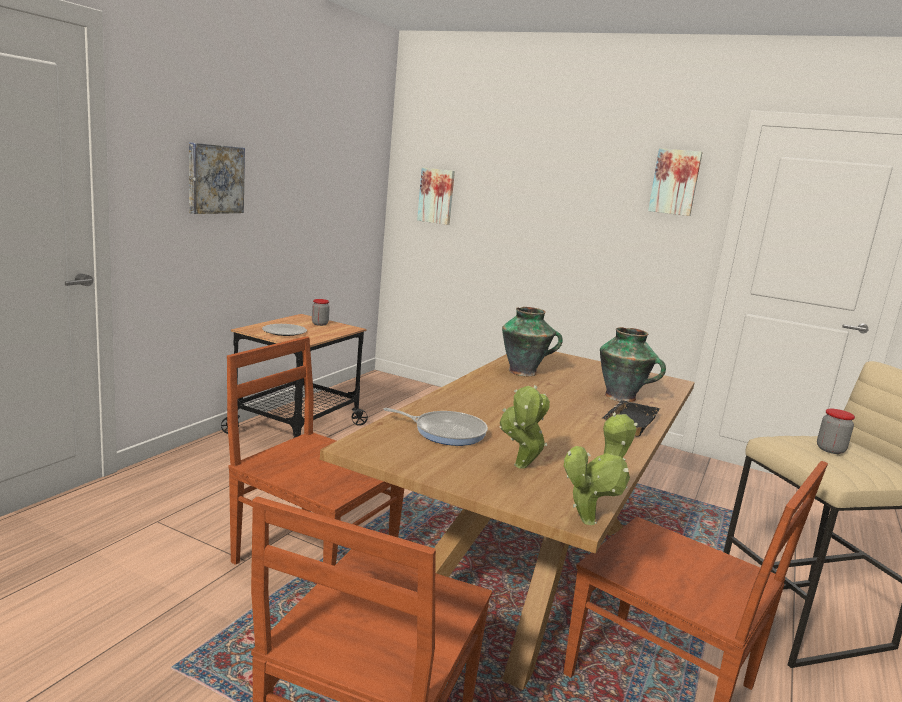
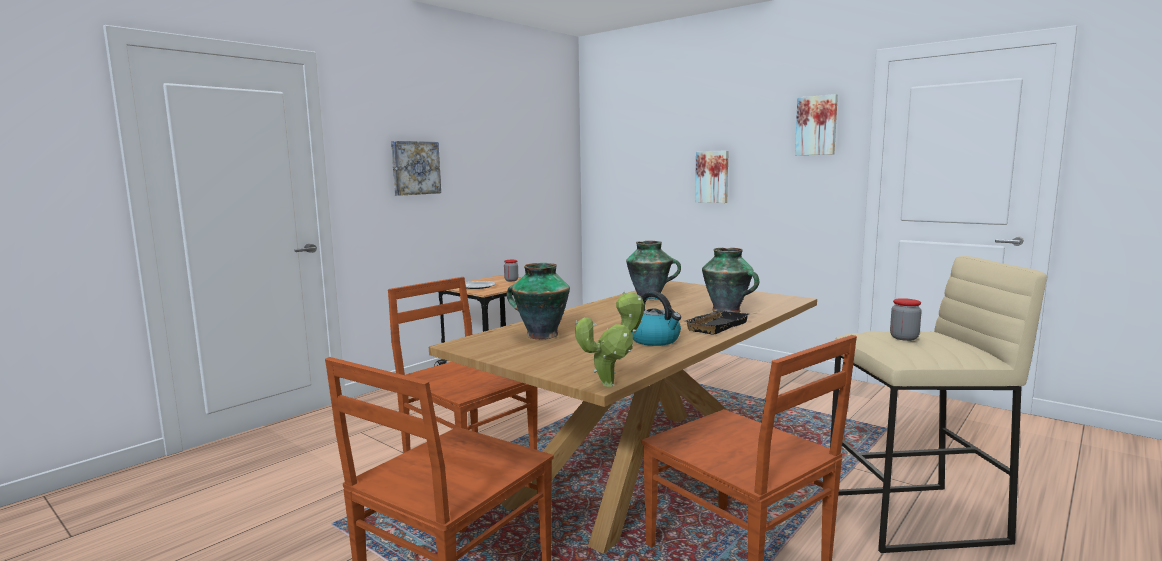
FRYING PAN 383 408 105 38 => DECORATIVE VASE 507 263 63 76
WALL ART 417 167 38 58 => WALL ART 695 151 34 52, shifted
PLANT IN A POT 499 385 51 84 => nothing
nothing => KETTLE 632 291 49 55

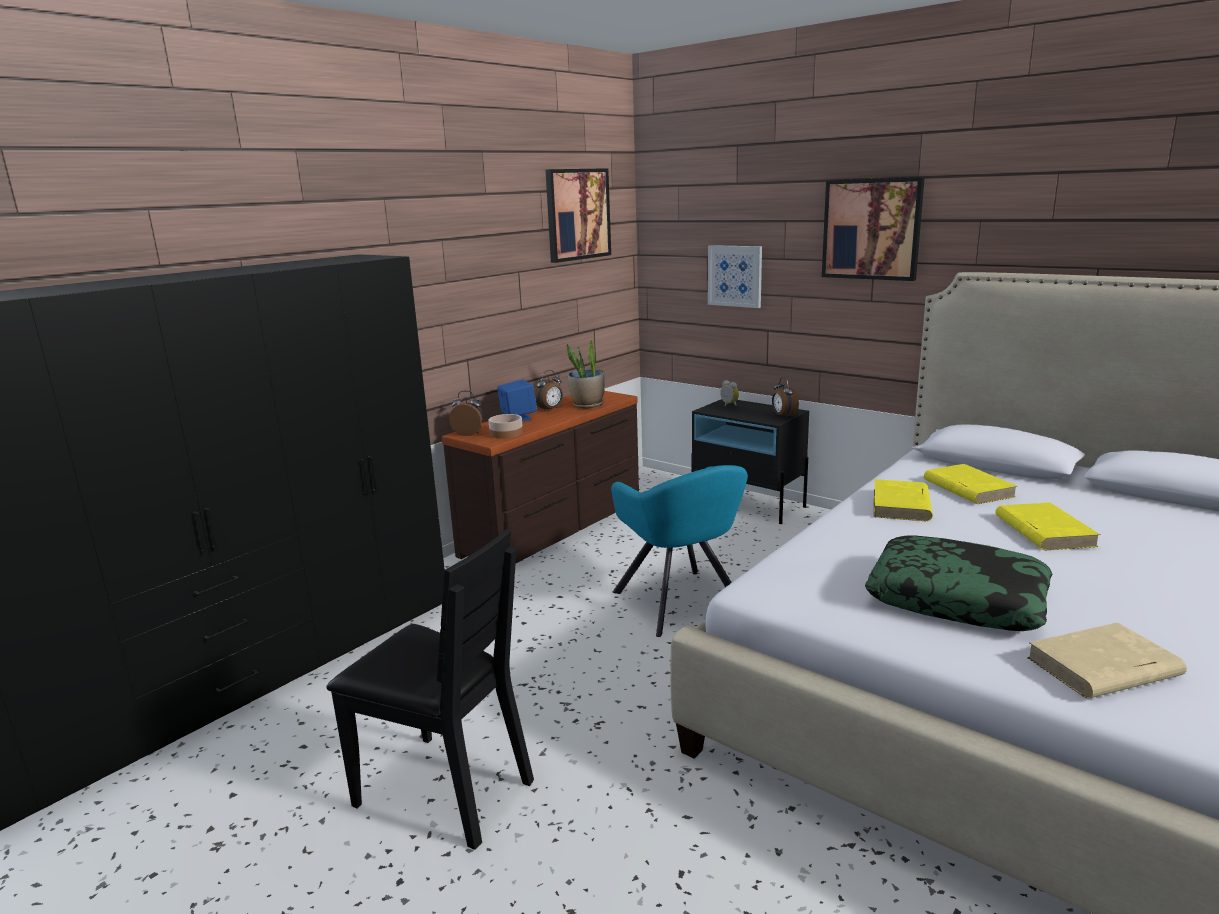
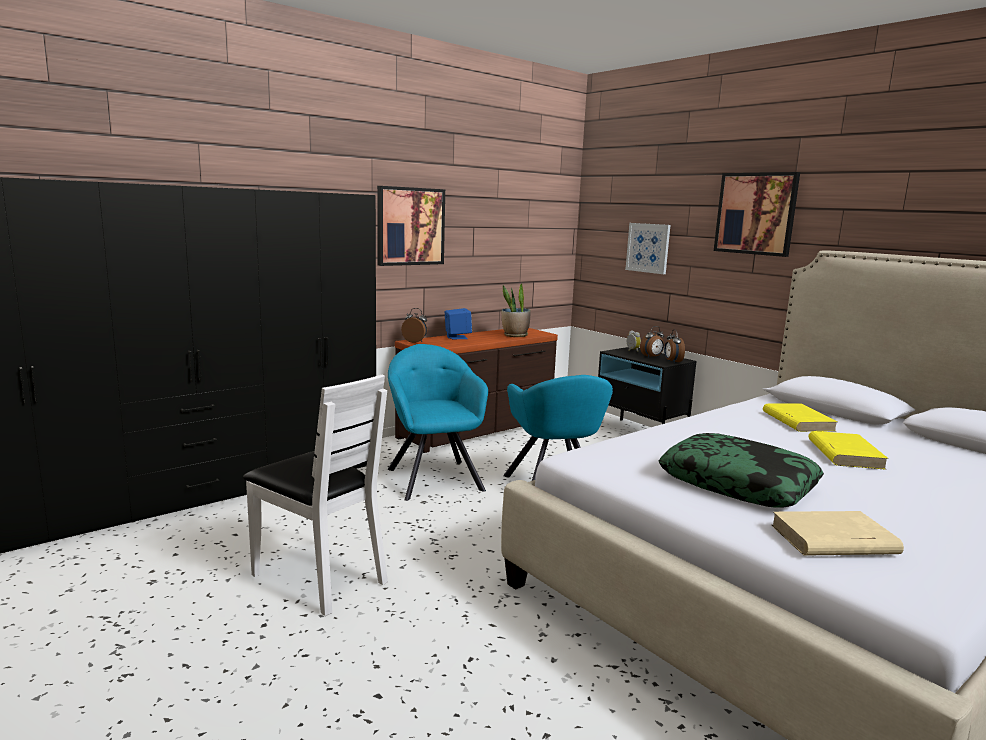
BLACKISH CHAIR 326 529 208 321 => WHITE-COLOURED CHAIR 243 374 145 242
SERVING BOWL 488 414 35 25 => nothing
BEDSIDE CLOCK 534 370 29 42 => BEDSIDE CLOCK 640 326 24 31, shifted
WALL ART 545 168 66 95 => WALL ART 377 186 68 80, shifted
YELLOWISH BOUND BOOK 874 479 59 42 => nothing
nothing => BLUE-GREEN ARMCHAIR 388 344 100 157

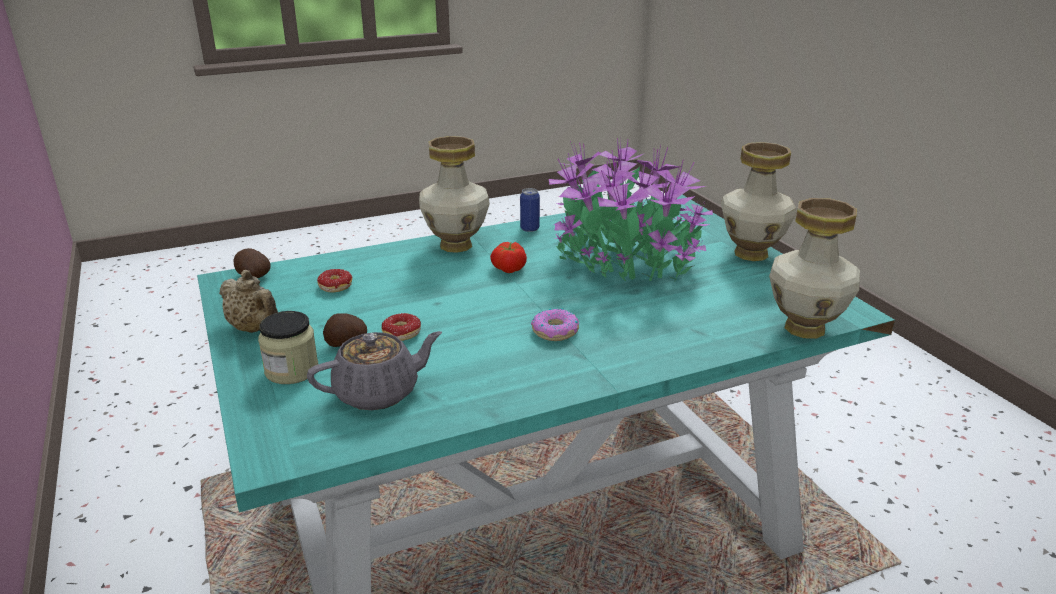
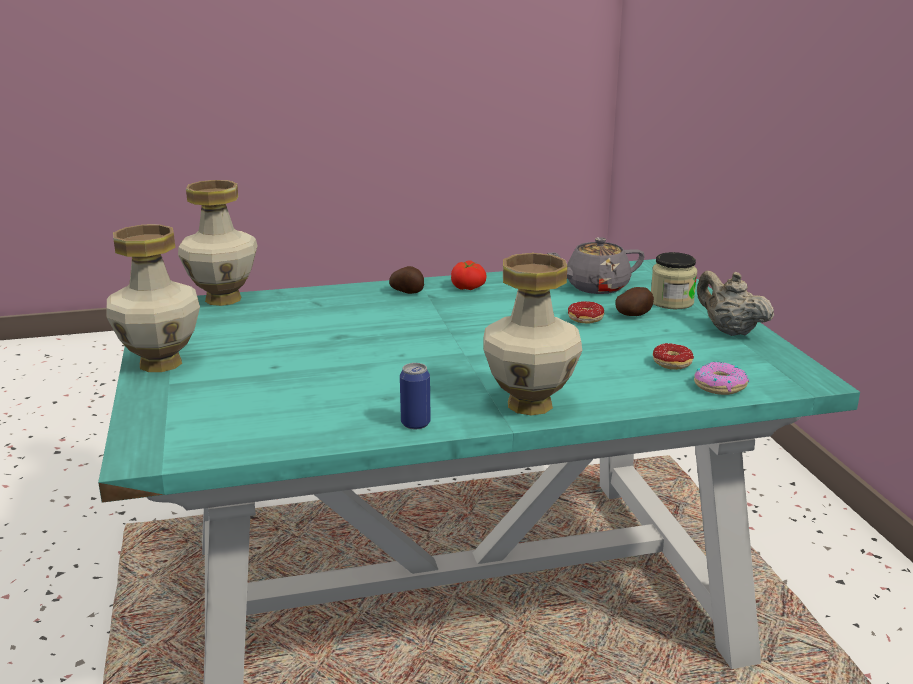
POTATO 233 248 38 30 => POTATO 389 266 35 28, shifted
WHOLE TOMATO 490 242 37 31 => WHOLE TOMATO 451 260 36 30, shifted
RING DOUGHNUT 531 308 48 33 => RING DOUGHNUT 694 362 55 33, shifted
PLANT IN A POT 549 138 164 143 => nothing

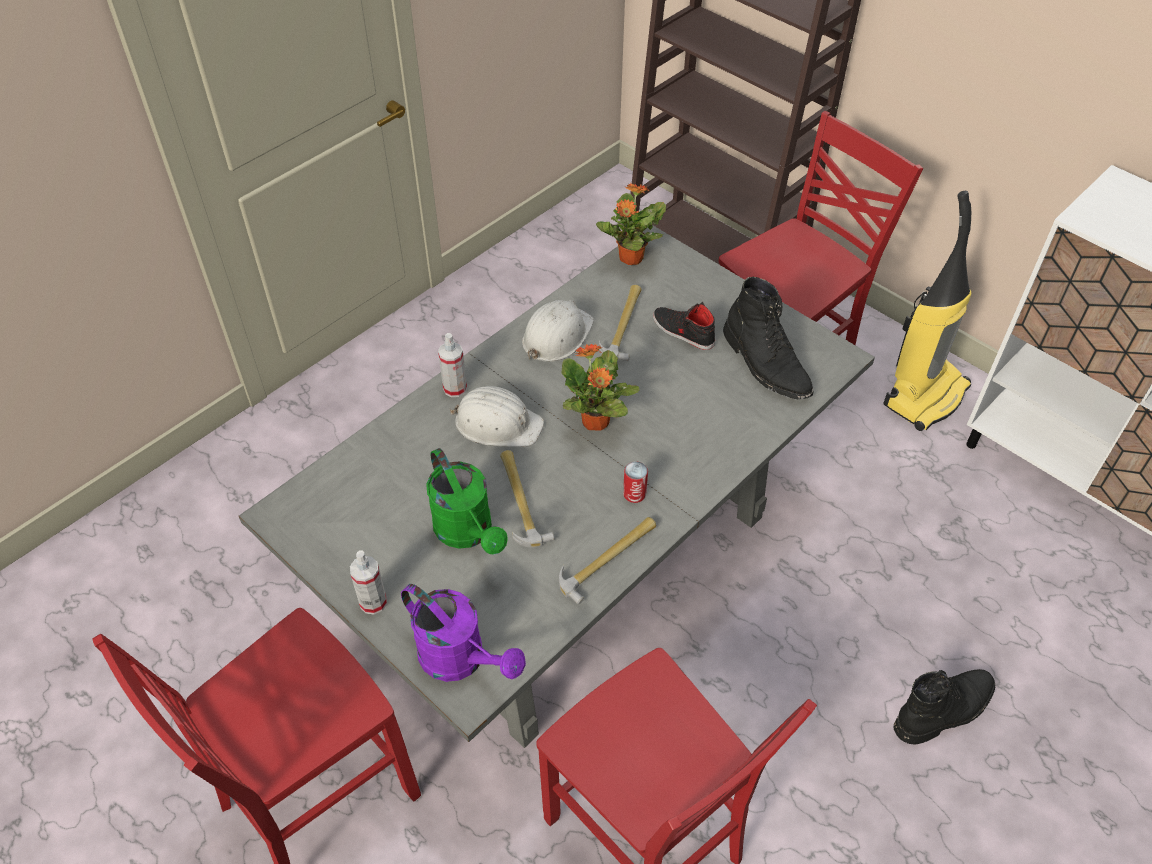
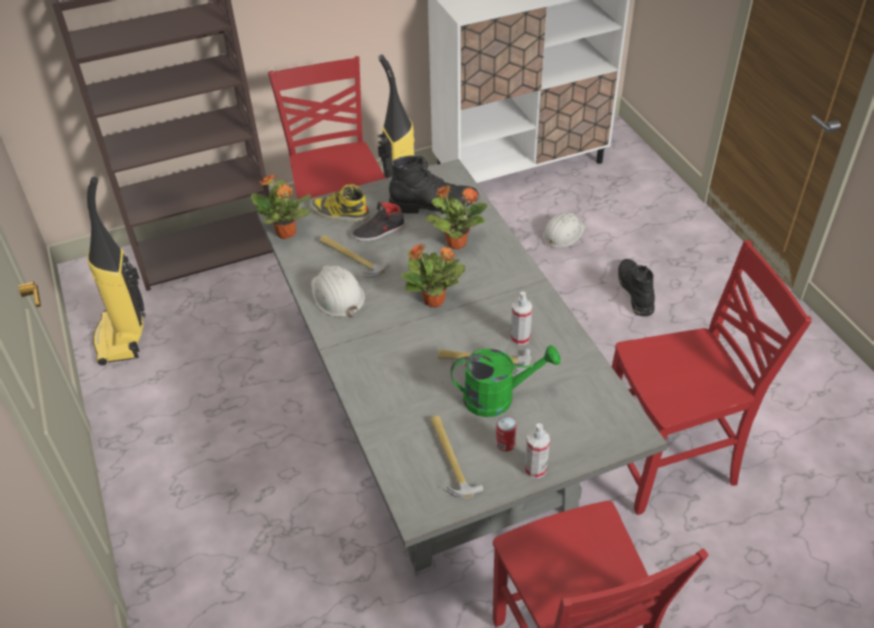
PURPLISH SPRINKLING CAN 401 584 125 98 => nothing
SPRAYER 438 333 29 64 => SPRAYER 511 291 22 54, shifted
WHITE-COLOURED HARD HAT 449 386 95 61 => WHITE-COLOURED HARD HAT 542 212 44 36, shifted
HAMMER 559 517 97 87 => HAMMER 430 416 53 83, shifted
SEALED CAN 623 461 25 42 => SEALED CAN 496 416 21 36, shifted
nothing => VACUUM CLEANER 87 177 59 188
nothing => BOOT 310 184 60 38
nothing => PLANT IN A POT 425 185 62 65

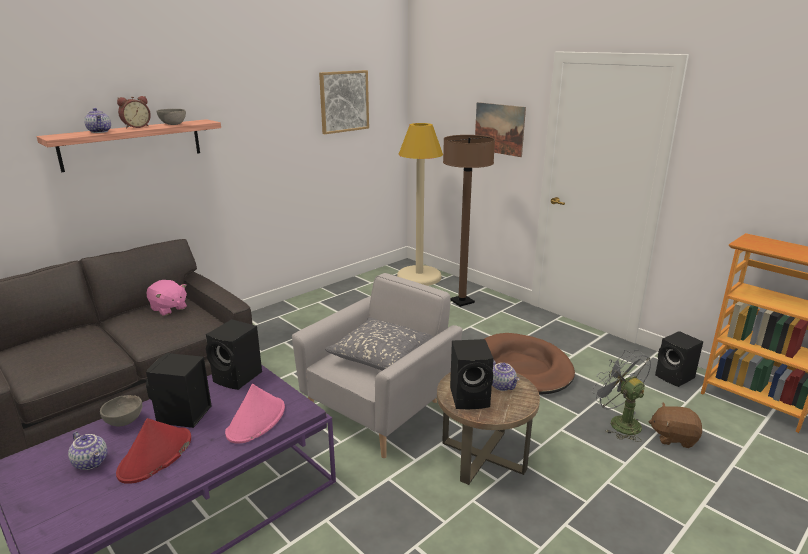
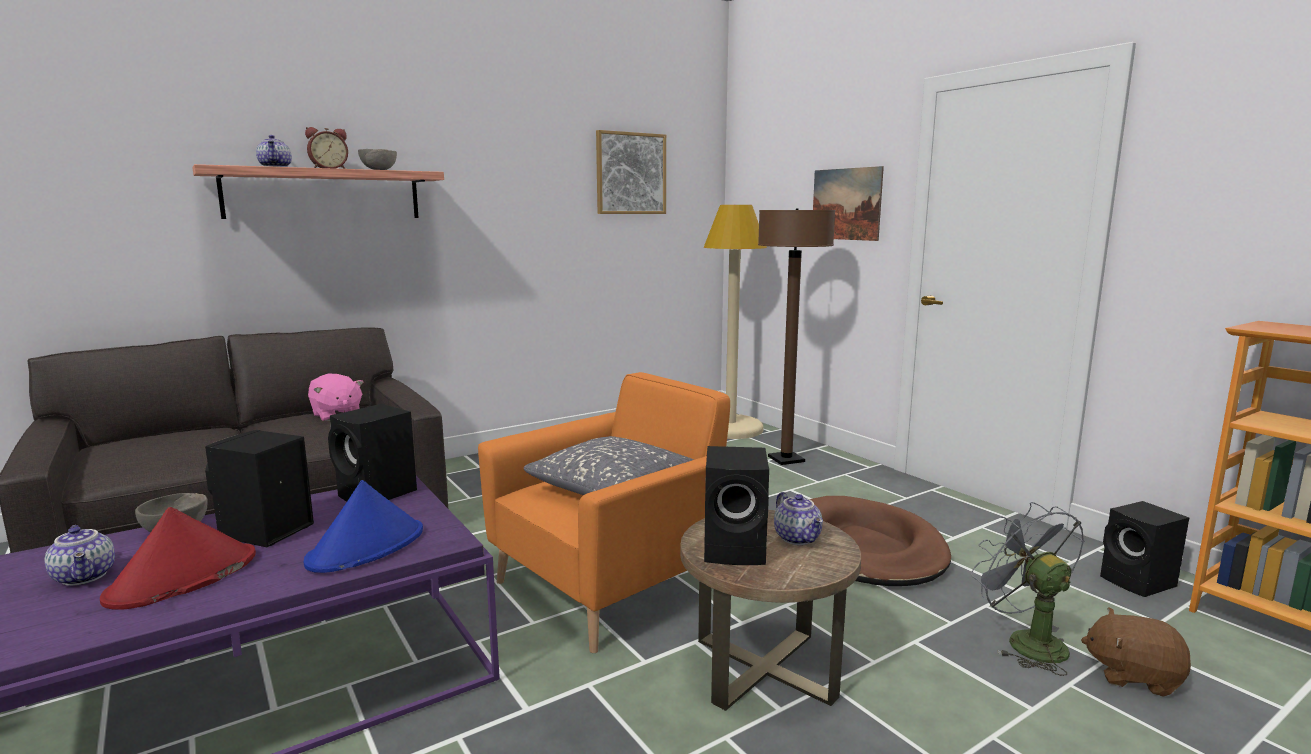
PINKISH CLOTHING HAT 225 384 60 60 => BLUE-COLOURED CLOTHING HAT 304 480 119 93
GRAY ARMCHAIR 292 273 171 185 => ORANGE ARMCHAIR 478 372 252 281

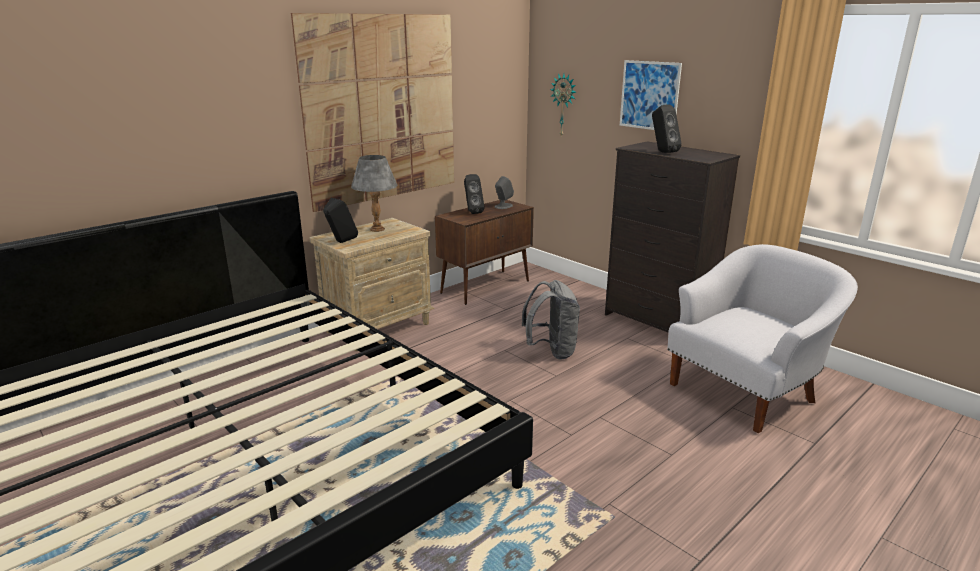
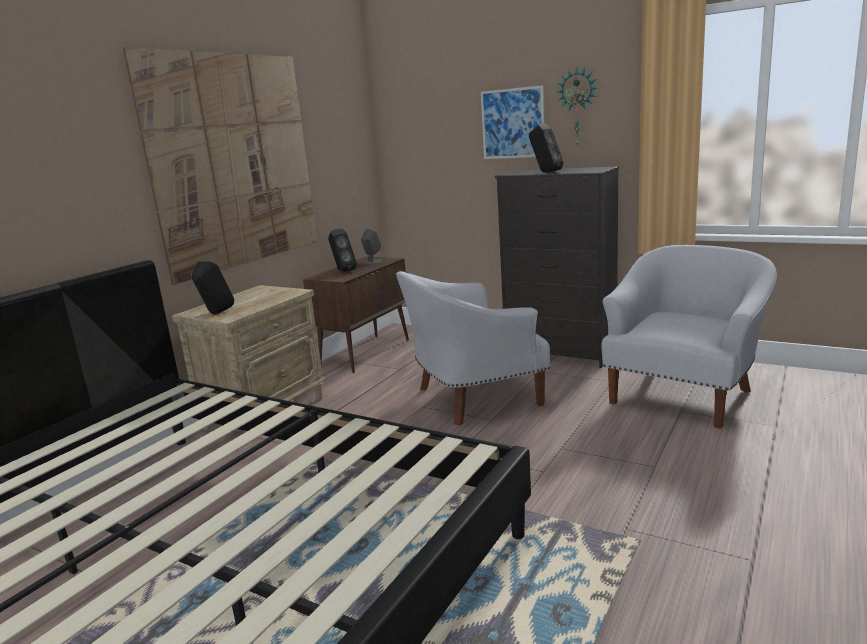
GRAY LAMP FOR A TABLE 351 155 46 77 => nothing
GRAY RUCKSACK 521 280 59 79 => WHITE-COLOURED ARMCHAIR 396 271 154 155
CLOCK ON THE WALL 550 73 26 63 => CLOCK ON THE WALL 557 67 40 81, shifted

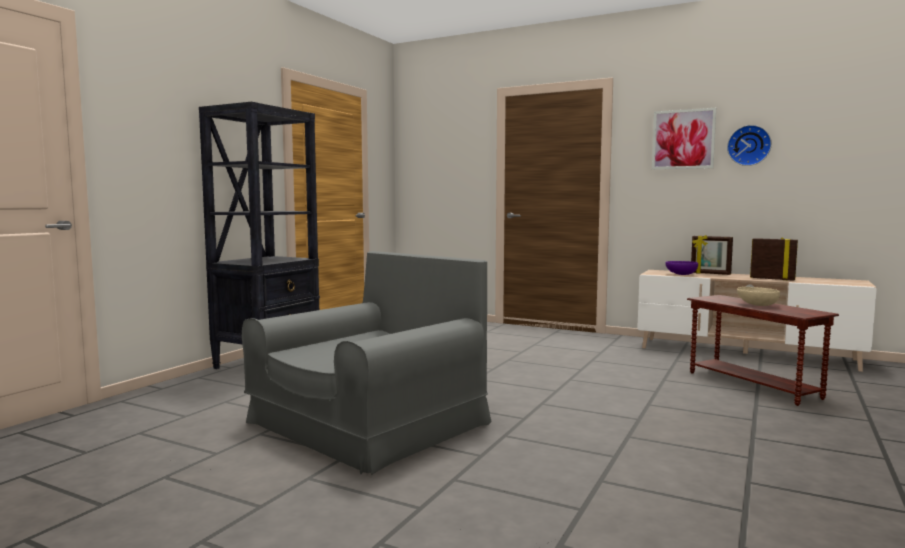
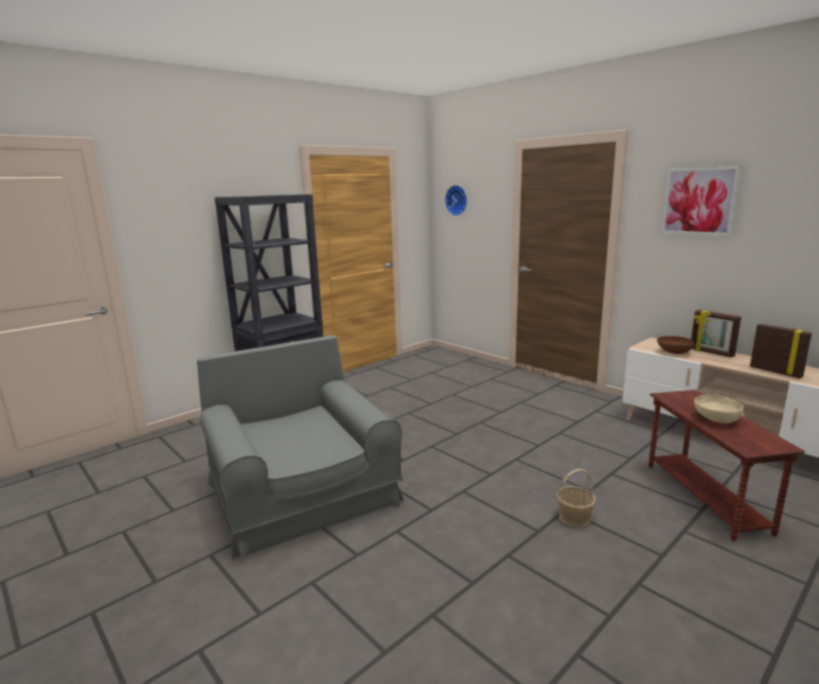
GRAY ARMCHAIR 242 251 250 224 => GRAY ARMCHAIR 197 335 207 225, 90 degrees counterclockwise
PURPLISH SERVING BOWL 665 261 33 14 => BROWNISH SERVING BOWL 657 336 37 18
CLOCK ON THE WALL 727 125 45 41 => CLOCK ON THE WALL 445 185 22 31, shifted
nothing => BASKET 557 469 39 58

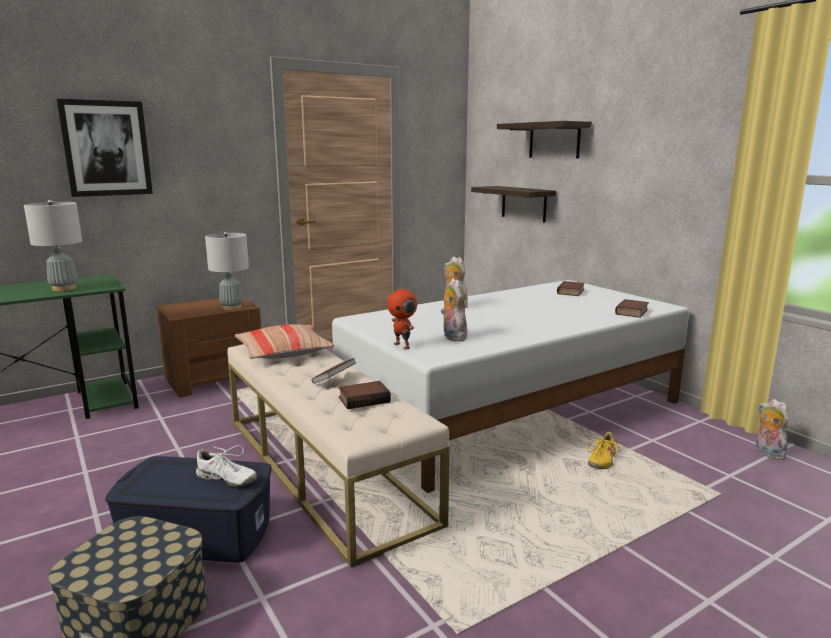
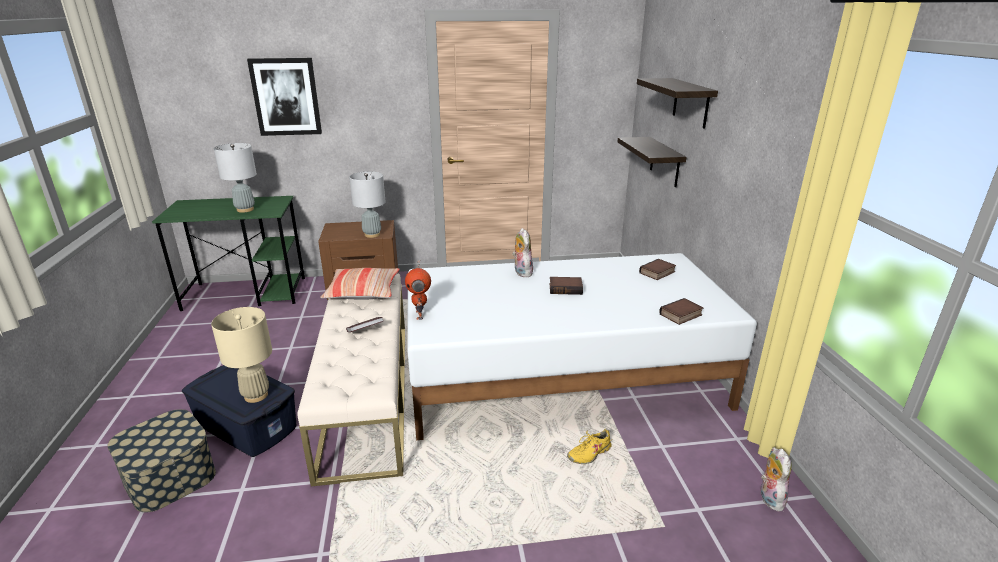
WHITE-COLOURED LOW SHOE 196 445 61 42 => BEIGE LAMP FOR A TABLE 211 307 61 96
BOUND BOOK 338 381 53 28 => BOUND BOOK 550 277 33 18, shifted
PLUSH TOY 441 278 26 64 => nothing

